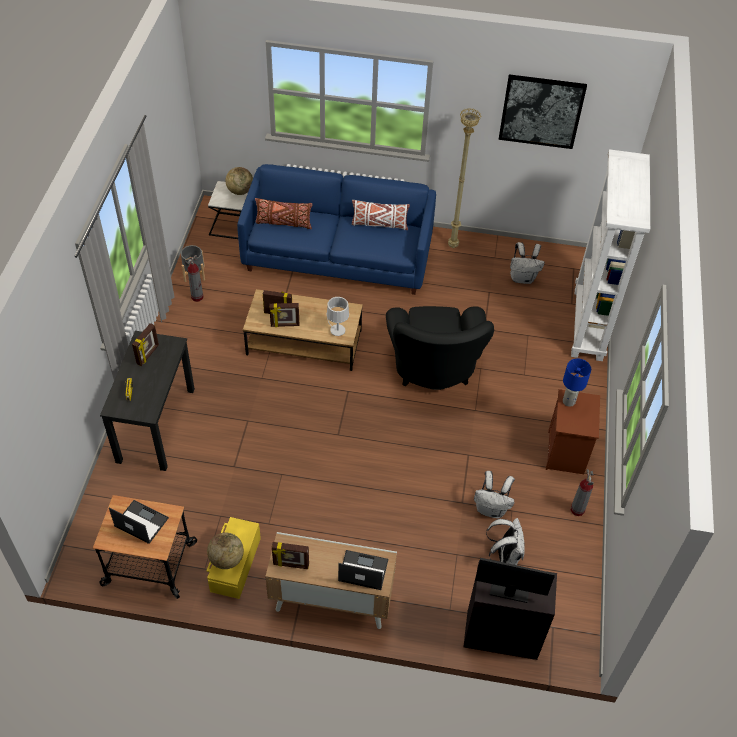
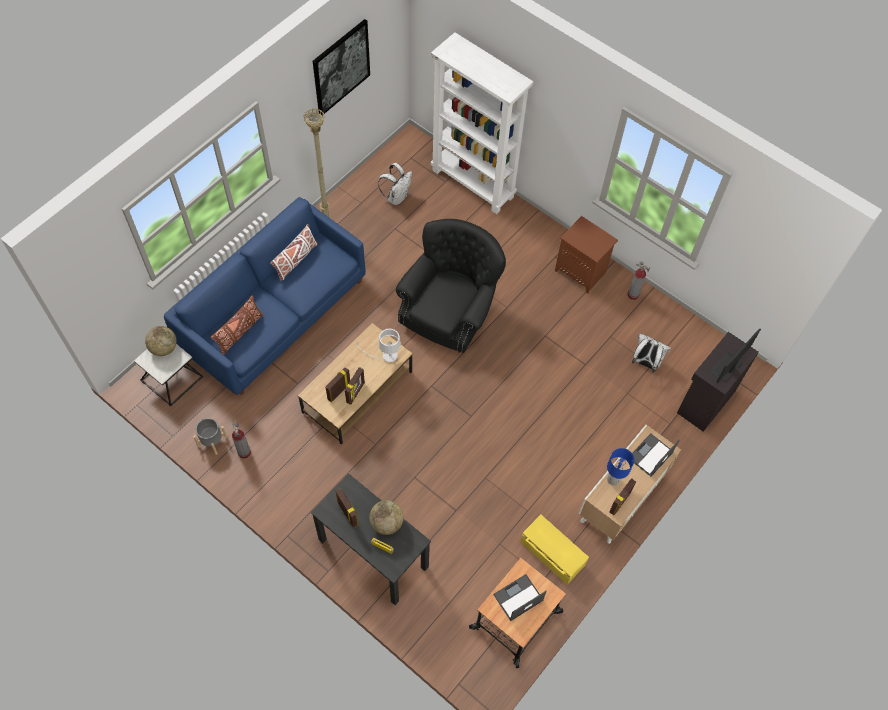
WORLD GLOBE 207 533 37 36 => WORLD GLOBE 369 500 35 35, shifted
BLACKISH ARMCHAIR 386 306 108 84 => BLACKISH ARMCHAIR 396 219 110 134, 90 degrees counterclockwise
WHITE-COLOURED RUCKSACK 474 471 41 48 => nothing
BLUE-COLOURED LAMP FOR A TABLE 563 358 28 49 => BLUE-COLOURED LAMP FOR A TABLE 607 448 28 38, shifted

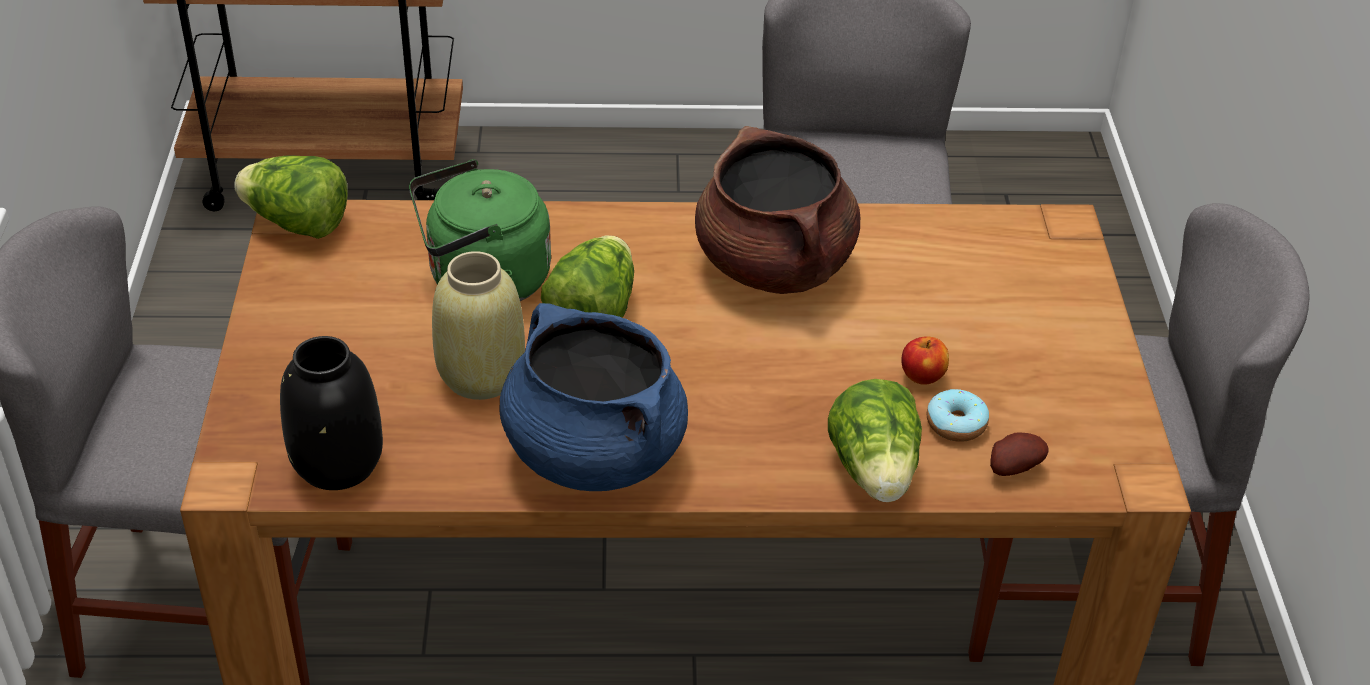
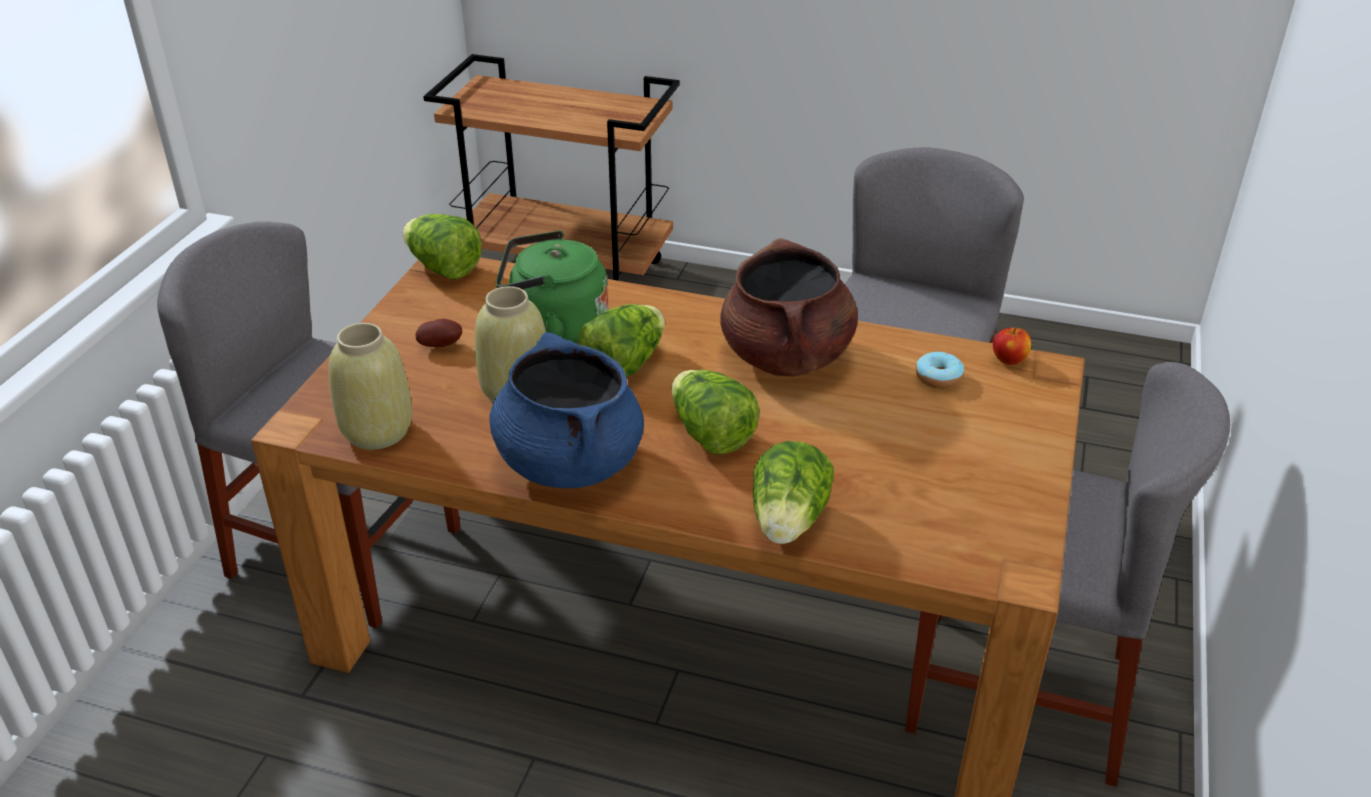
BLACKISH DECORATIVE VASE 280 336 103 154 => BEIGE DECORATIVE VASE 328 323 84 127
WHOLE APPLE 901 336 48 49 => WHOLE APPLE 993 328 38 37, shifted
RING DOUGHNUT 927 389 62 53 => RING DOUGHNUT 916 351 48 38, shifted
POTATO 990 433 59 43 => POTATO 415 319 47 28, shifted
nothing => LETTUCE 671 370 88 85

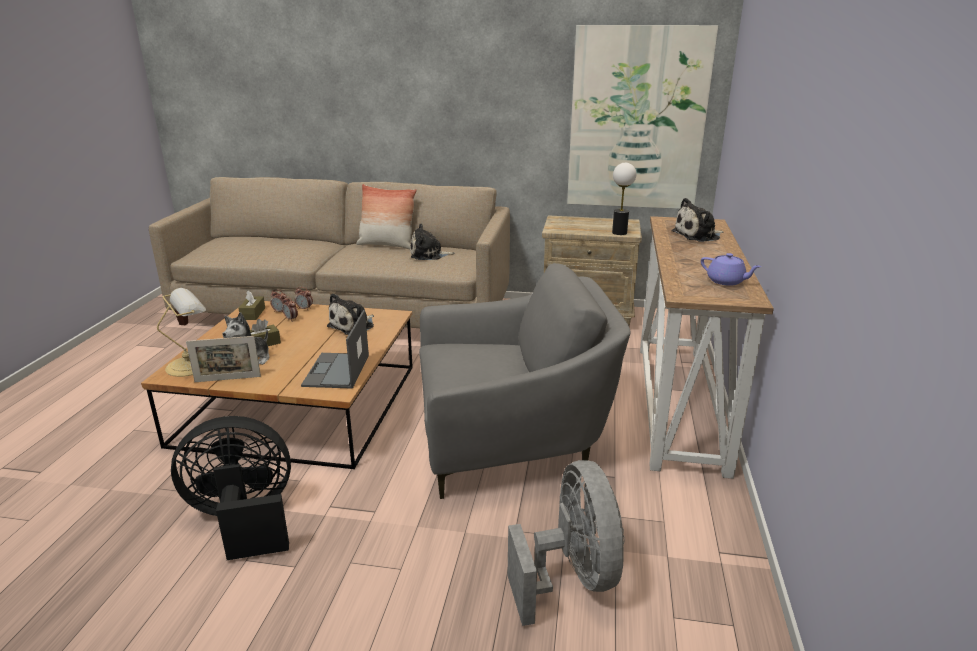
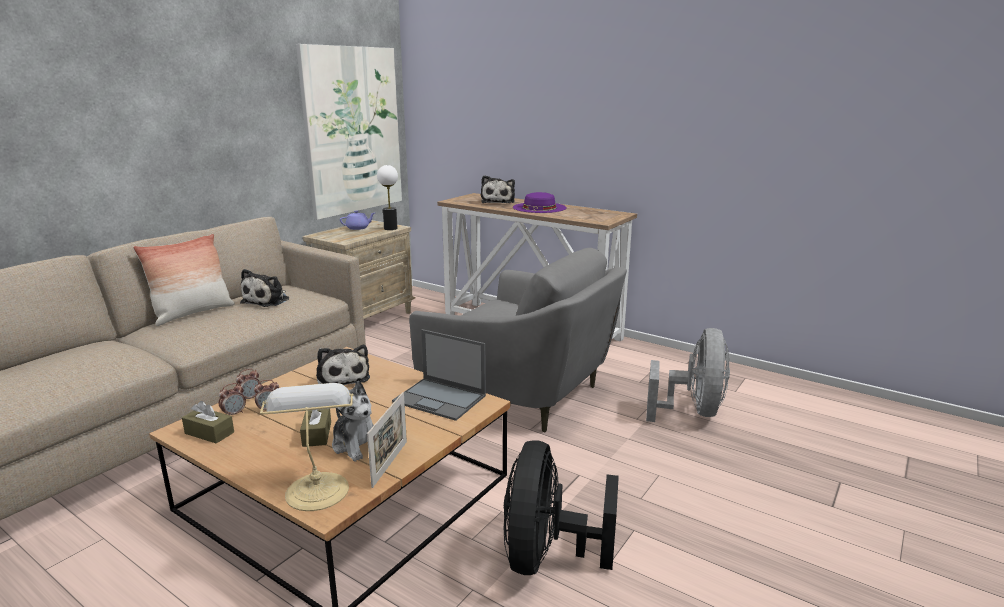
GRAY ARMCHAIR 419 263 212 236 => GRAY ARMCHAIR 409 248 218 184, 105 degrees clockwise
GRAY FAN 507 460 118 166 => GRAY FAN 646 328 84 94, 90 degrees clockwise
PURPLISH TEA POT 701 253 60 33 => PURPLISH TEA POT 340 211 35 19, shifted
nothing => PURPLISH CLOTHING HAT 513 192 53 21

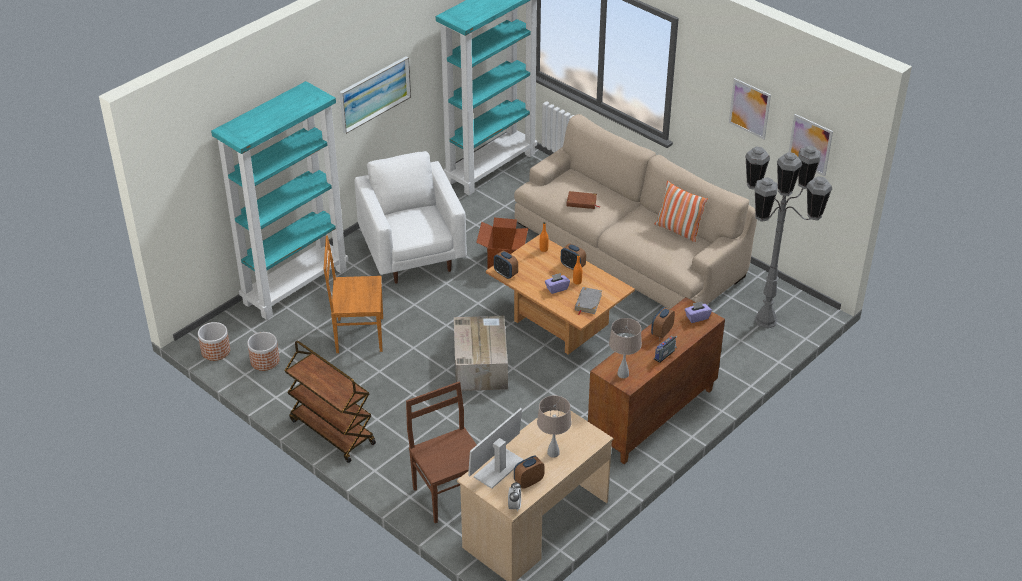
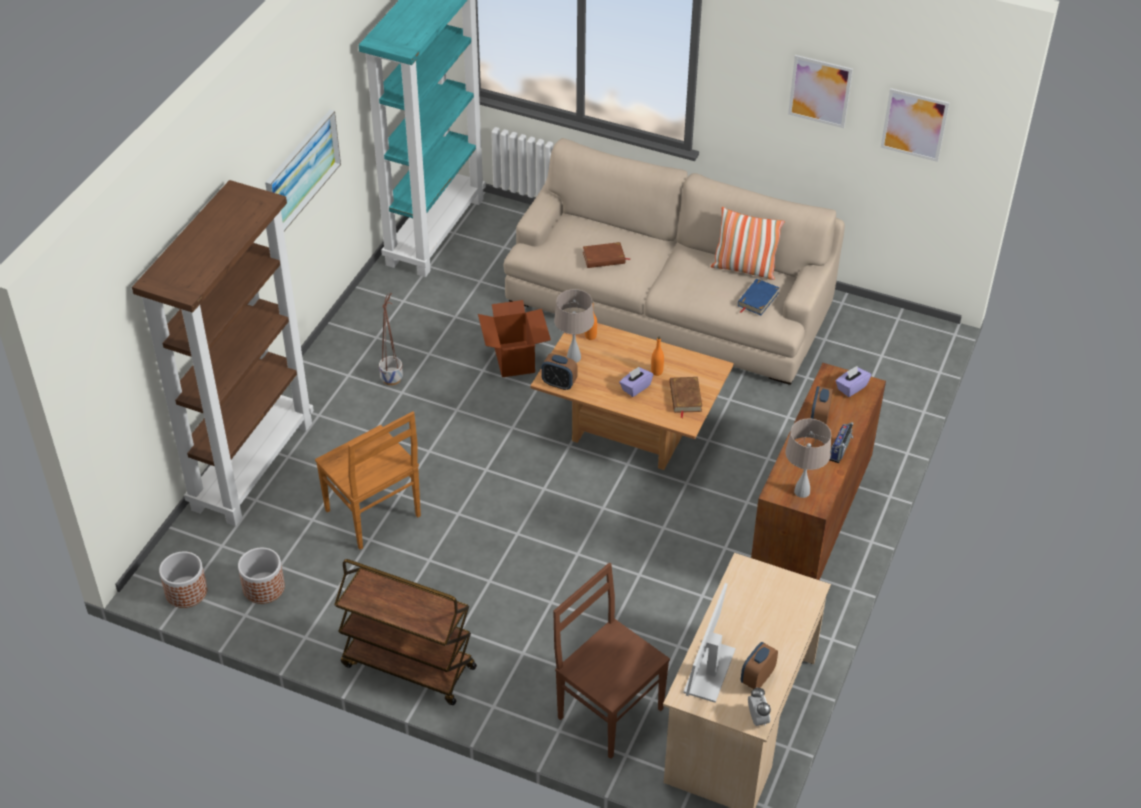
BLUE-GREEN BOOKCASE 211 81 137 239 => BROWNISH BOOKCASE 132 180 182 346
BROWNISH CHAIR 324 235 59 118 => BROWNISH CHAIR 315 411 106 139, 105 degrees counterclockwise
WHITE-COLOURED ARMCHAIR 354 151 113 132 => FLOWER POT 379 293 24 93
CARDBOARD BOX 454 316 54 75 => nothing
BEIGE LAMP FOR A TABLE 537 395 35 63 => BEIGE LAMP FOR A TABLE 554 289 40 74, shifted
BEDSIDE CLOCK 561 244 25 26 => nothing
GRAY BOUND BOOK 575 287 27 28 => BROWNISH BOUND BOOK 669 377 33 41
GRAY STANDING LAMP 745 146 87 182 => nothing
nothing => BLUE-COLOURED BOUND BOOK 738 279 42 36

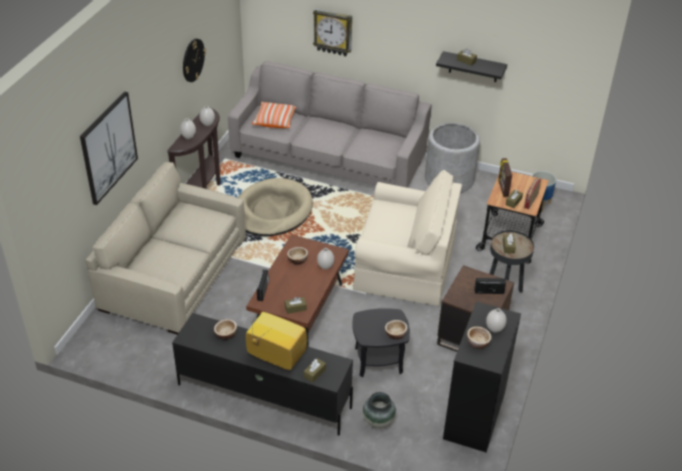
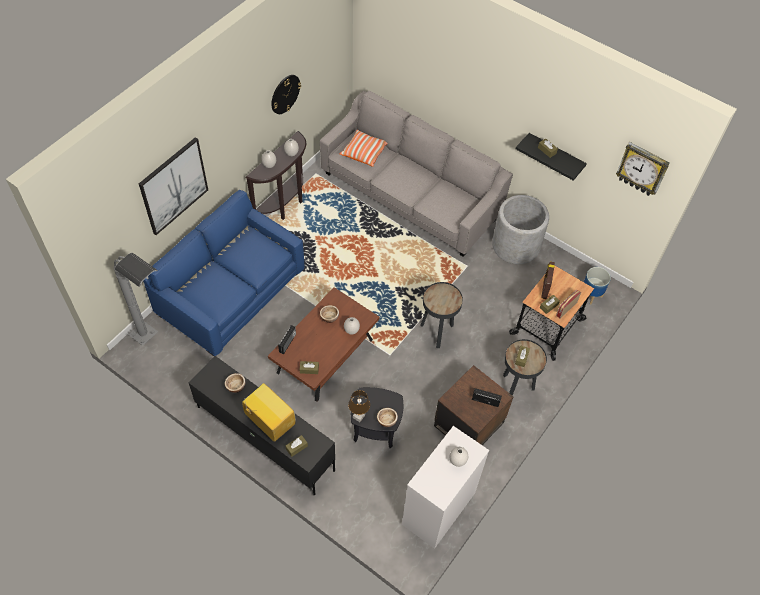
BEIGE SOFA 86 162 160 173 => BLUE-COLOURED SOFA 143 190 161 167
BEIGE PET BED 238 178 75 58 => nothing
CLOCK ON THE WALL 313 9 39 47 => CLOCK ON THE WALL 616 142 54 54, shifted
BEIGE ARMCHAIR 353 170 109 136 => BLACKISH ACCENT TABLE 420 282 43 66
DECORATIVE VASE 363 392 33 37 => nothing
BLACKISH DRAWER CHEST 443 302 78 150 => WHITE-COLOURED DRAWER CHEST 402 426 87 123
SERVING BOWL 467 326 25 23 => nothing
nothing => GRAY STANDING LAMP 114 253 44 93
nothing => BROWNISH LAMP FOR A TABLE 348 390 22 32

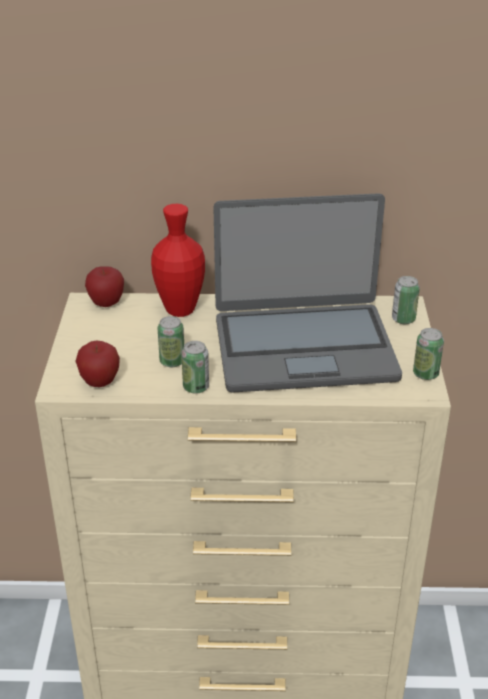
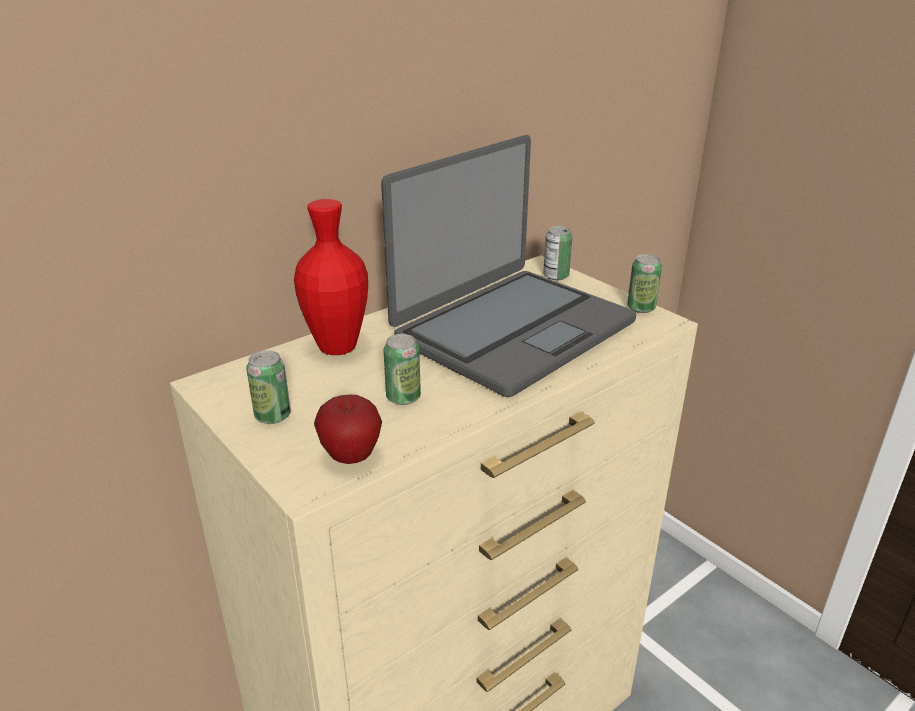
WHOLE APPLE 85 266 39 41 => nothing
SEALED CAN 181 341 28 53 => SEALED CAN 246 350 45 74, shifted

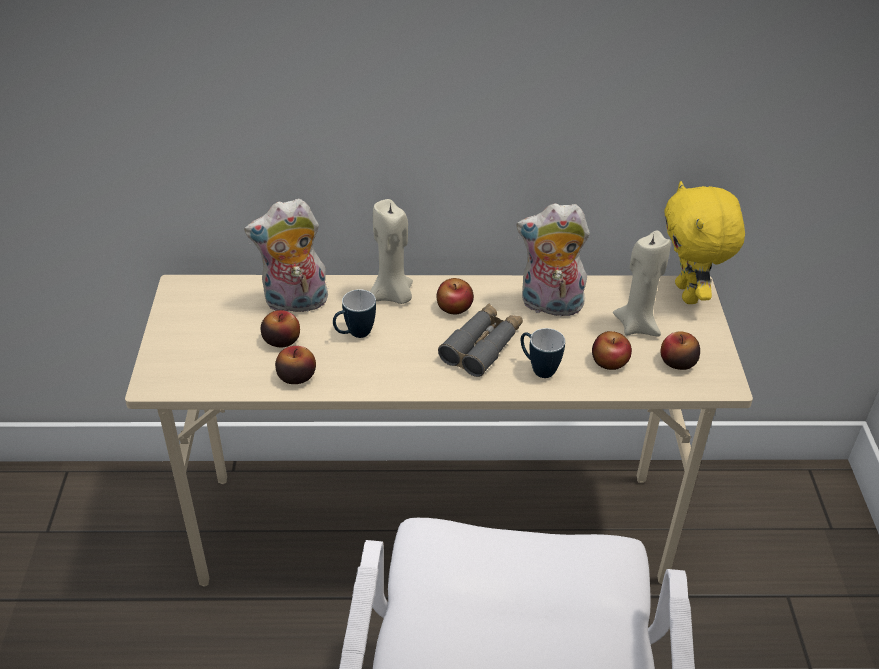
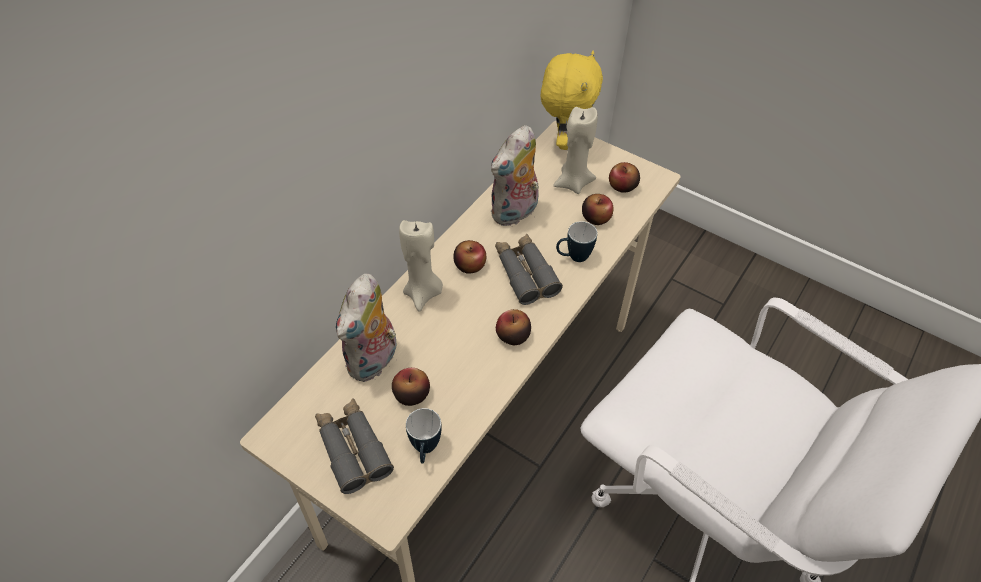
WHOLE APPLE 275 346 41 38 => WHOLE APPLE 496 309 35 36, shifted
MUG 333 289 43 49 => MUG 406 408 36 55, shifted
YELLOWISH PLUSH TOY 664 181 81 123 => YELLOWISH PLUSH TOY 541 51 62 99, 105 degrees counterclockwise
nothing => GRAY BINOCULARS 315 399 79 95

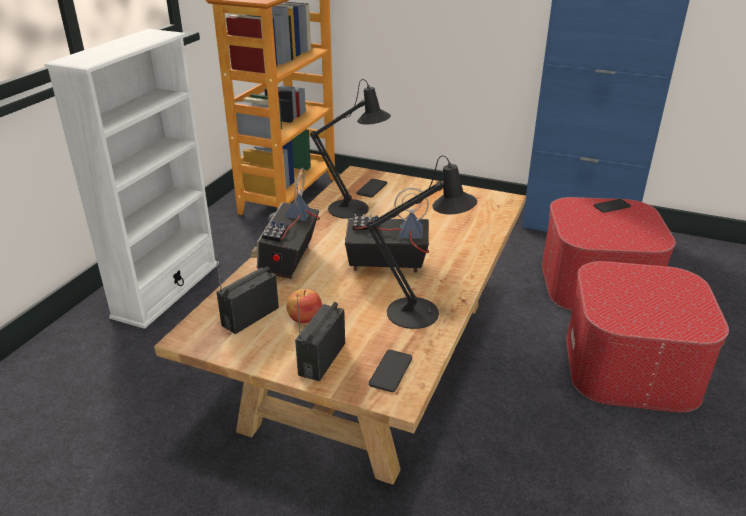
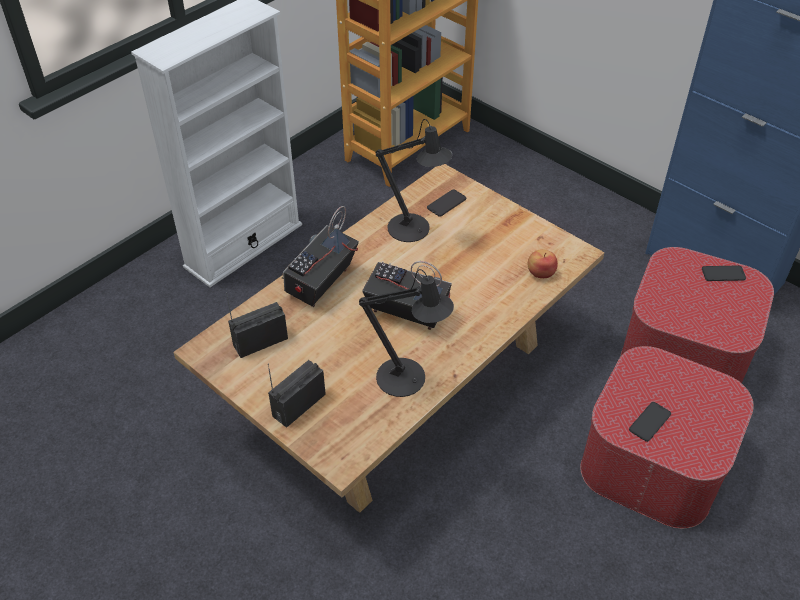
WHOLE APPLE 286 289 36 34 => WHOLE APPLE 528 249 30 29, shifted
PHONE 369 350 43 42 => PHONE 629 402 42 40, shifted

